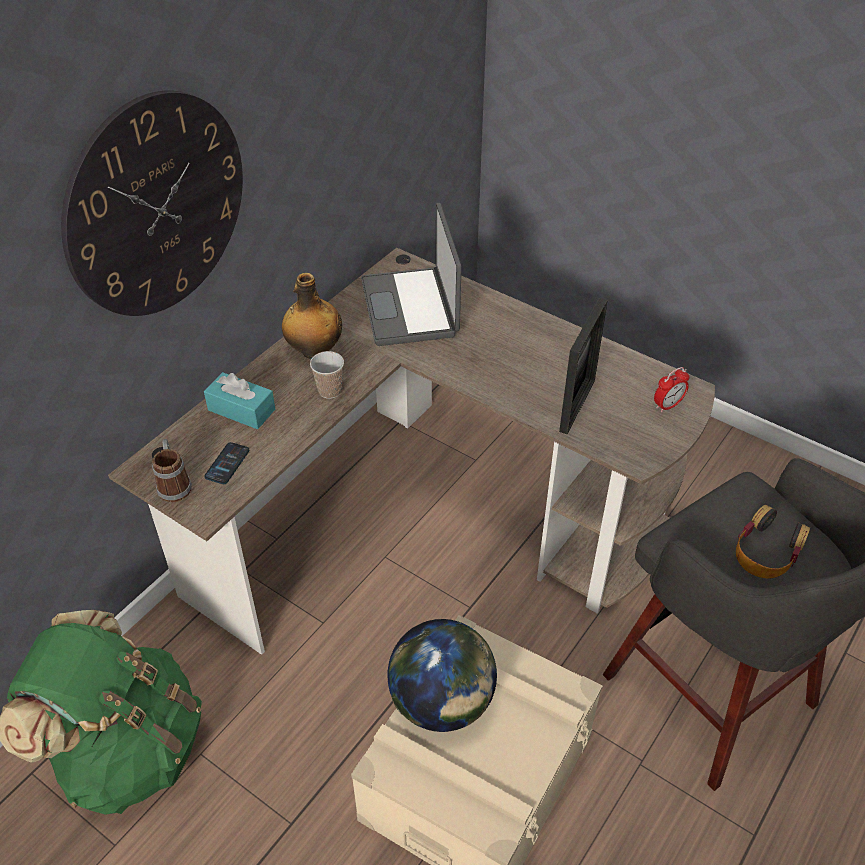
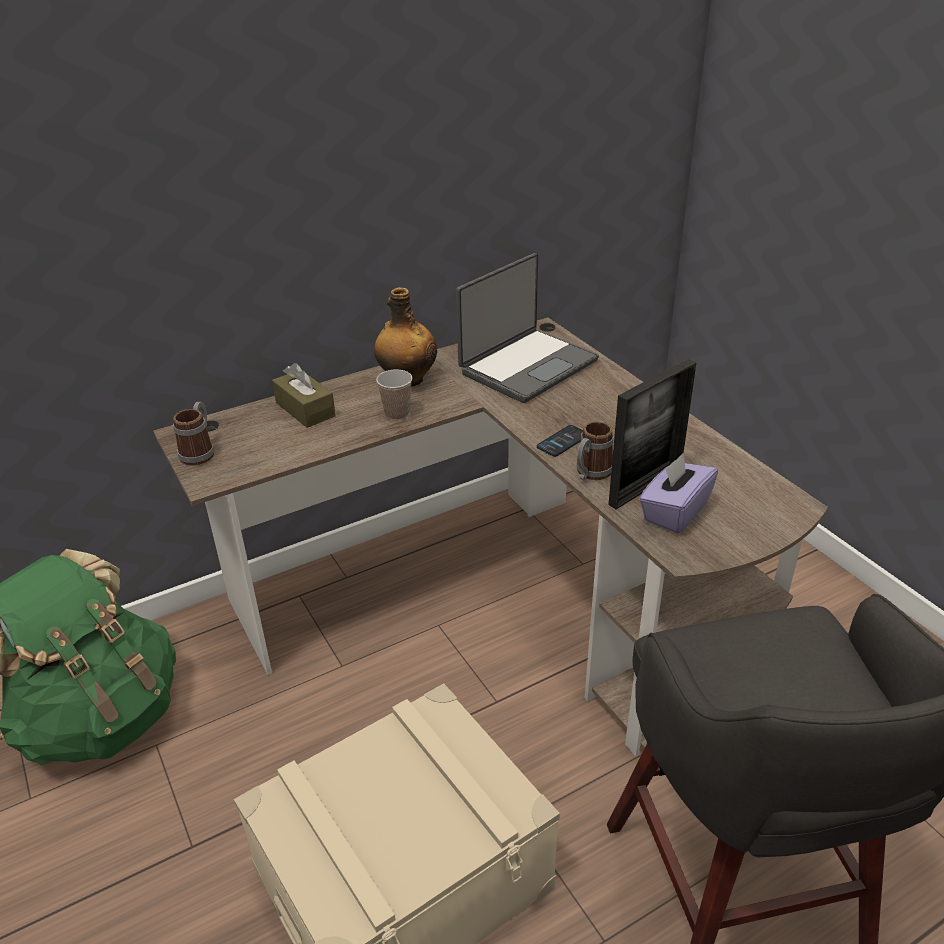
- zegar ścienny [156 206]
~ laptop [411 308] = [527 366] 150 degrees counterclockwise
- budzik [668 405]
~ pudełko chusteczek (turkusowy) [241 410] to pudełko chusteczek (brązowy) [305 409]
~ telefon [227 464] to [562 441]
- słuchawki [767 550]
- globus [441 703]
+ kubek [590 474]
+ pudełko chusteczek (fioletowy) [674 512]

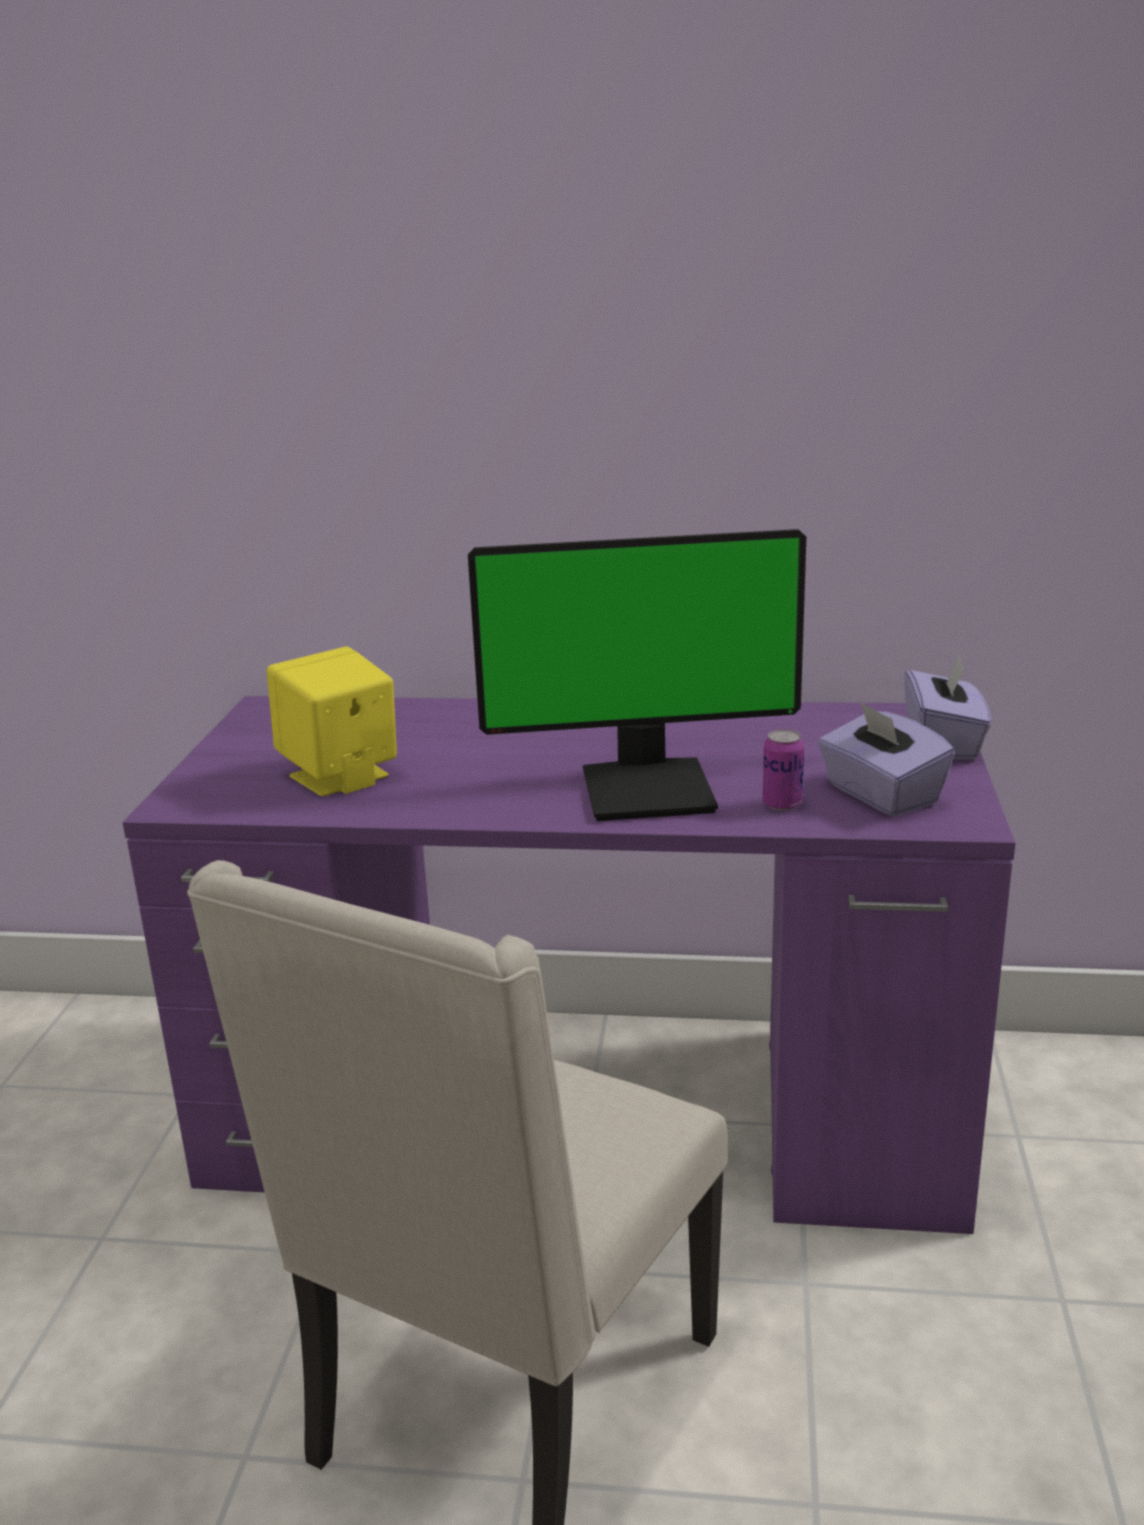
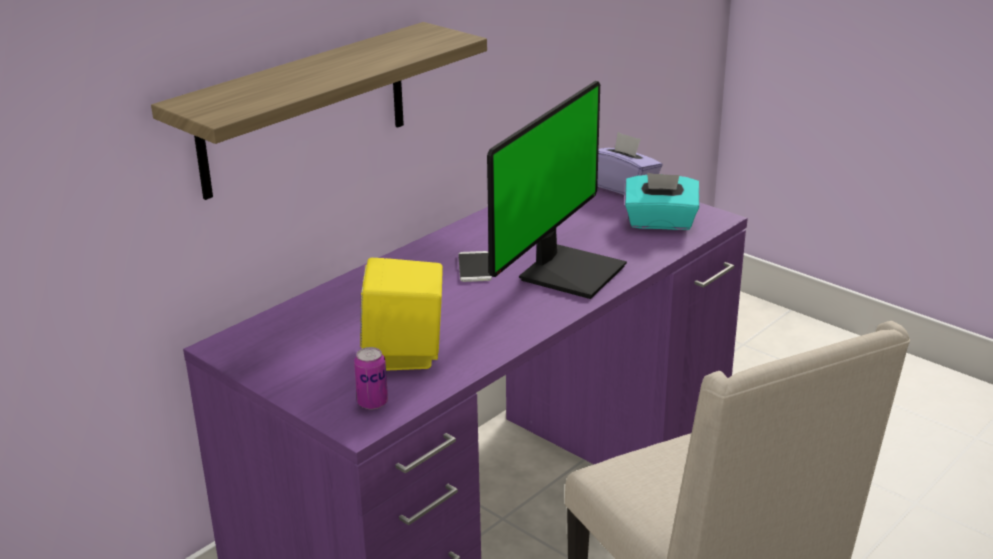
~ pudełko chusteczek (fioletowy) [880 795] to pudełko chusteczek (turkusowy) [660 223]
~ puszka [782 804] to [372 403]
+ półka [304 110]
+ telefon [474 267]

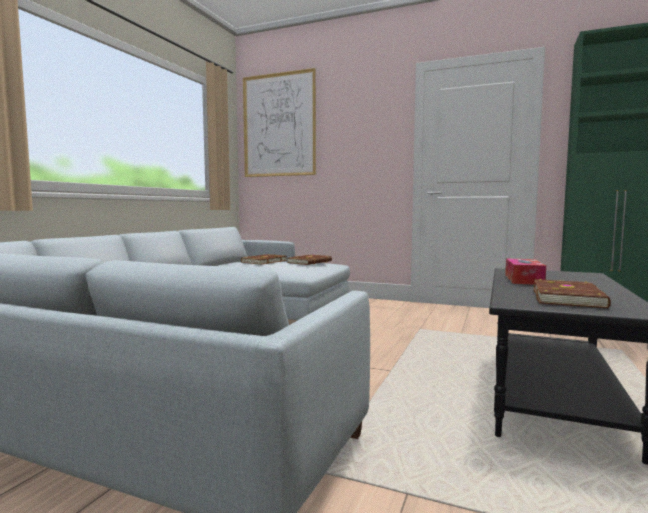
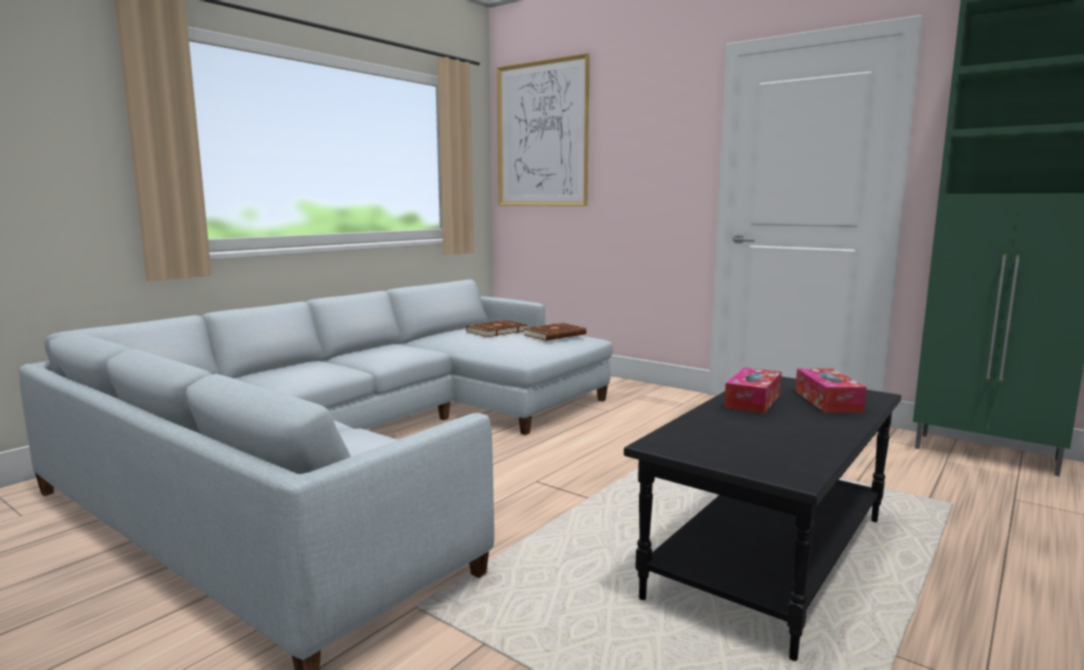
- książka (brązowy) [569 298]
+ pudełko chusteczek [827 401]

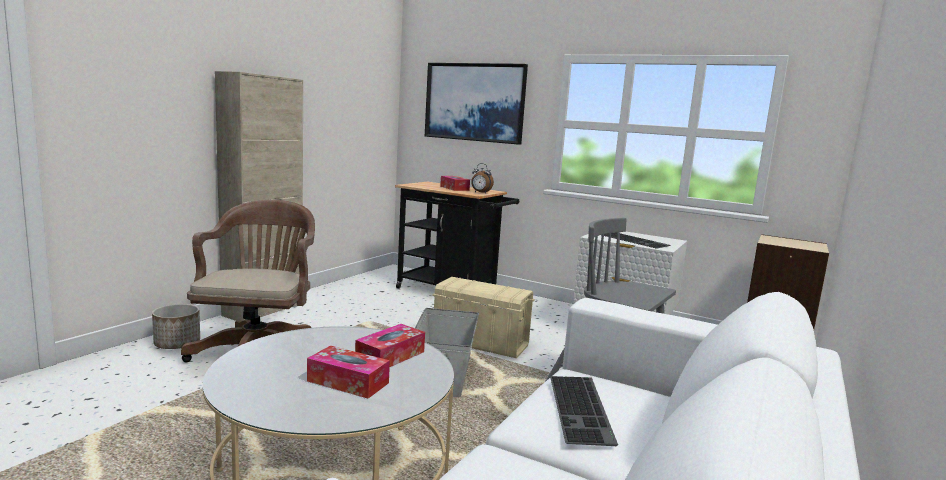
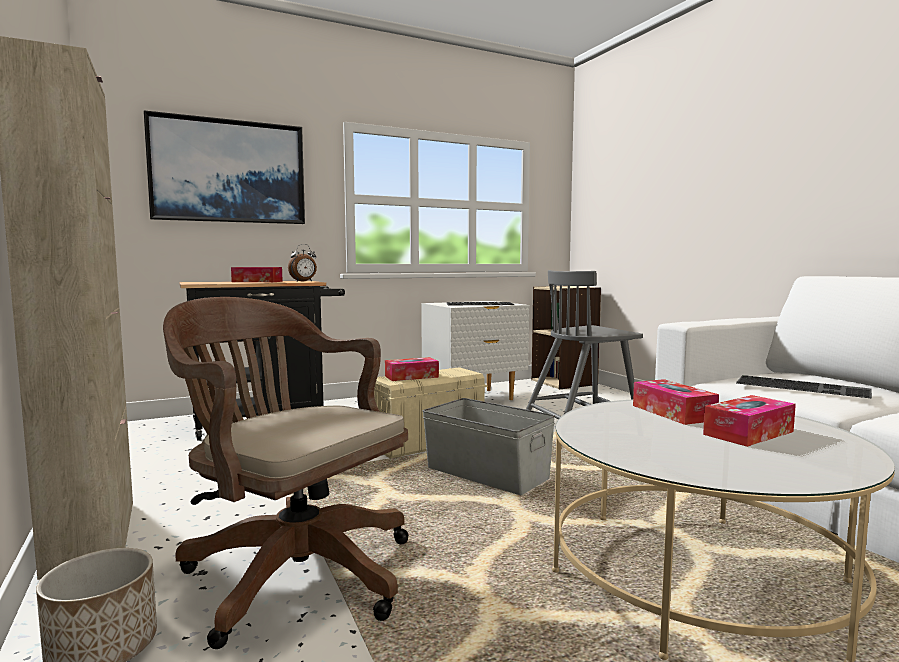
+ pudełko chusteczek [411 376]

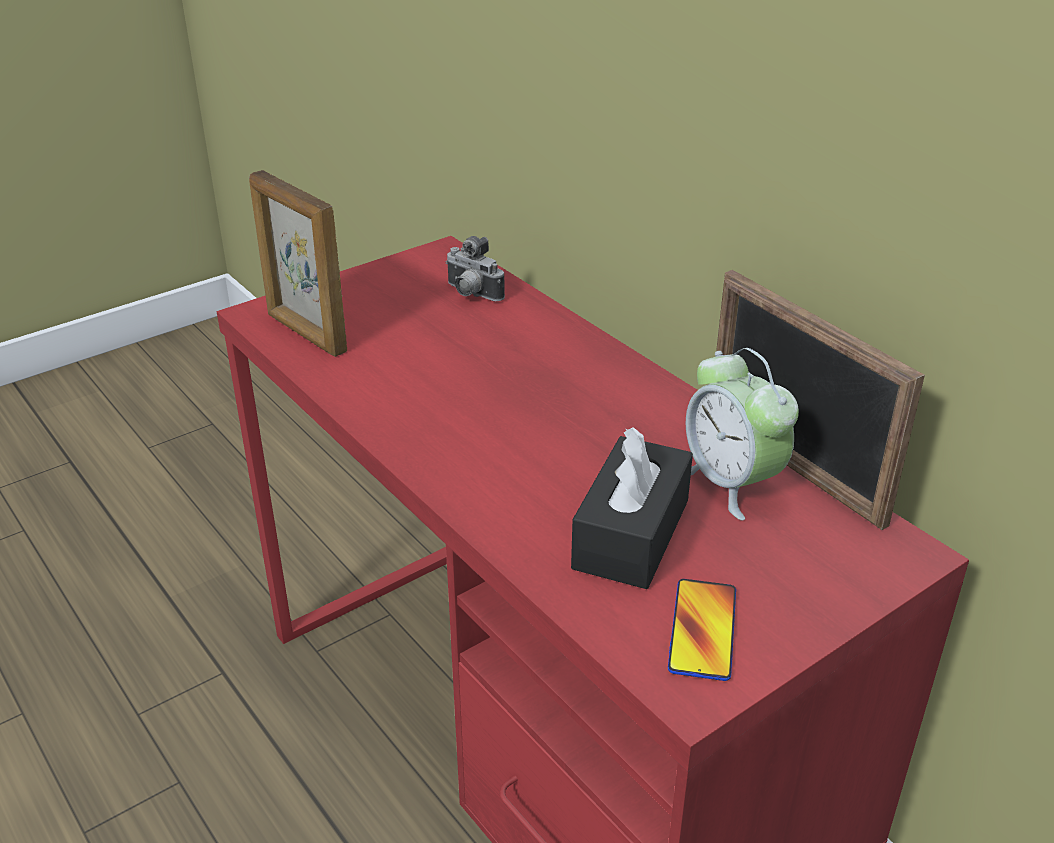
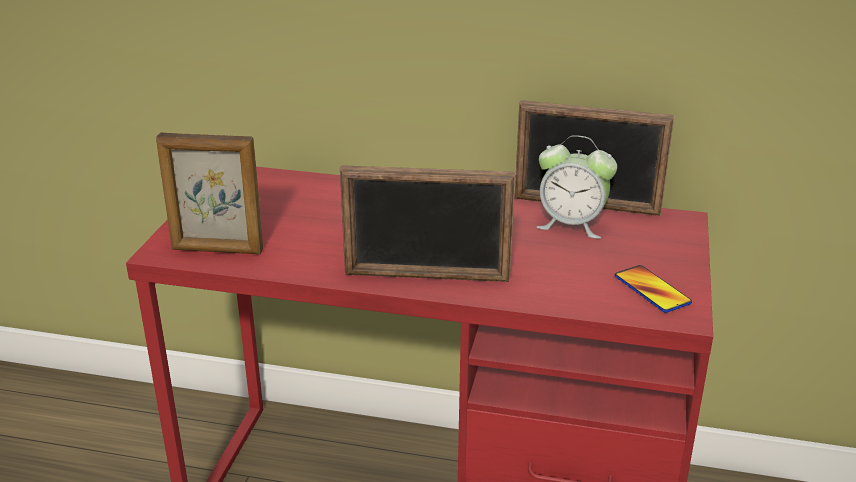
- aparat fotograficzny [471 294]
- pudełko chusteczek (czarny) [631 534]
+ ramka na zdjęcie [427 277]

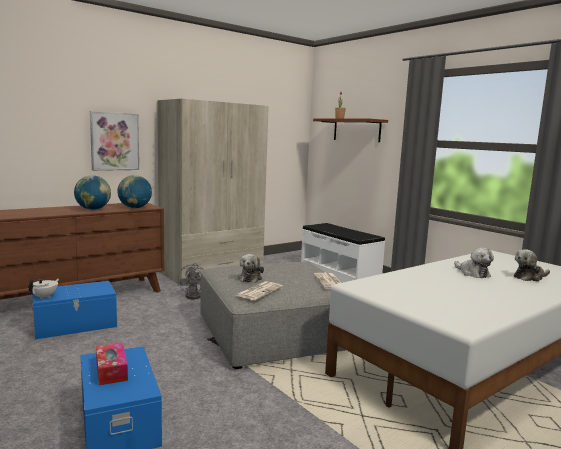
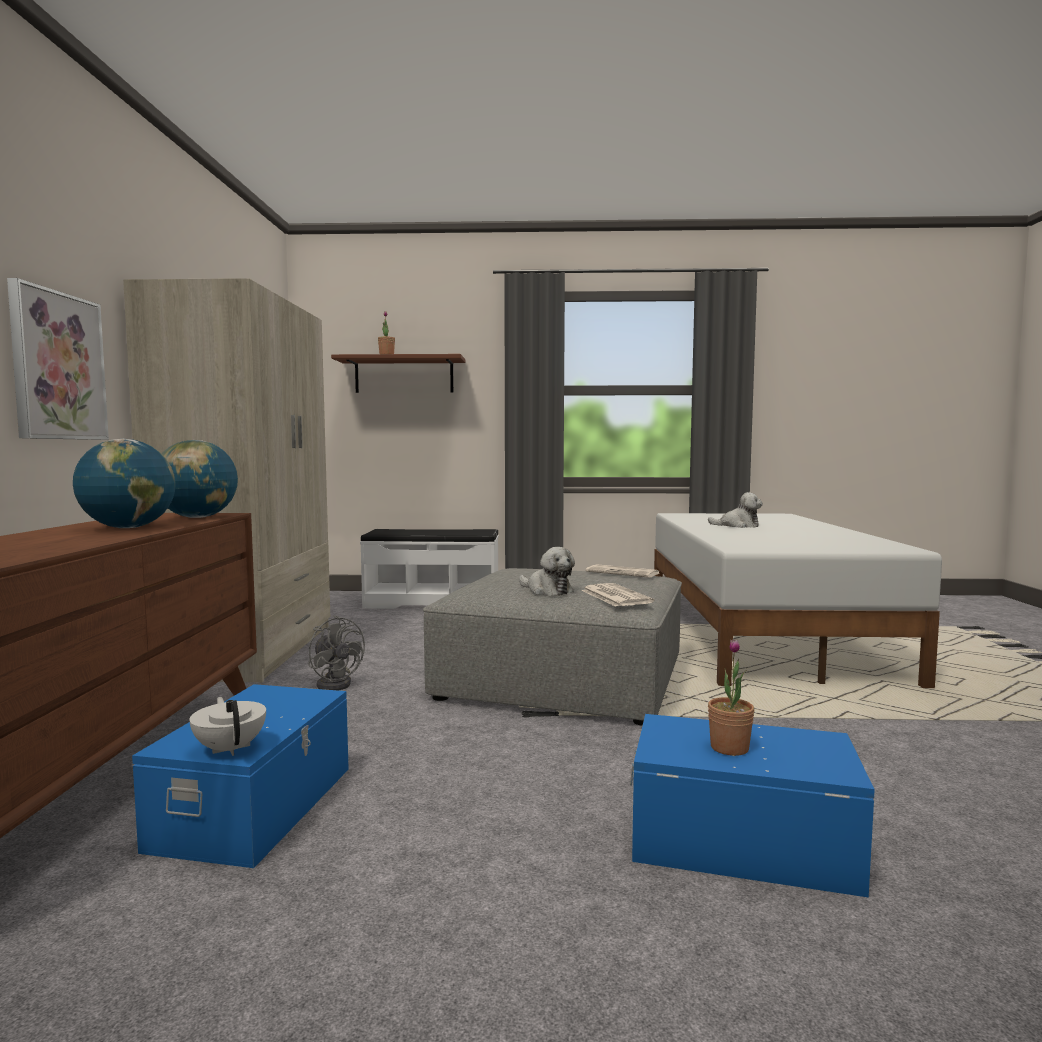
- pluszak [529 277]
~ pudełko chusteczek [111 370] to roślina doniczkowa [729 748]

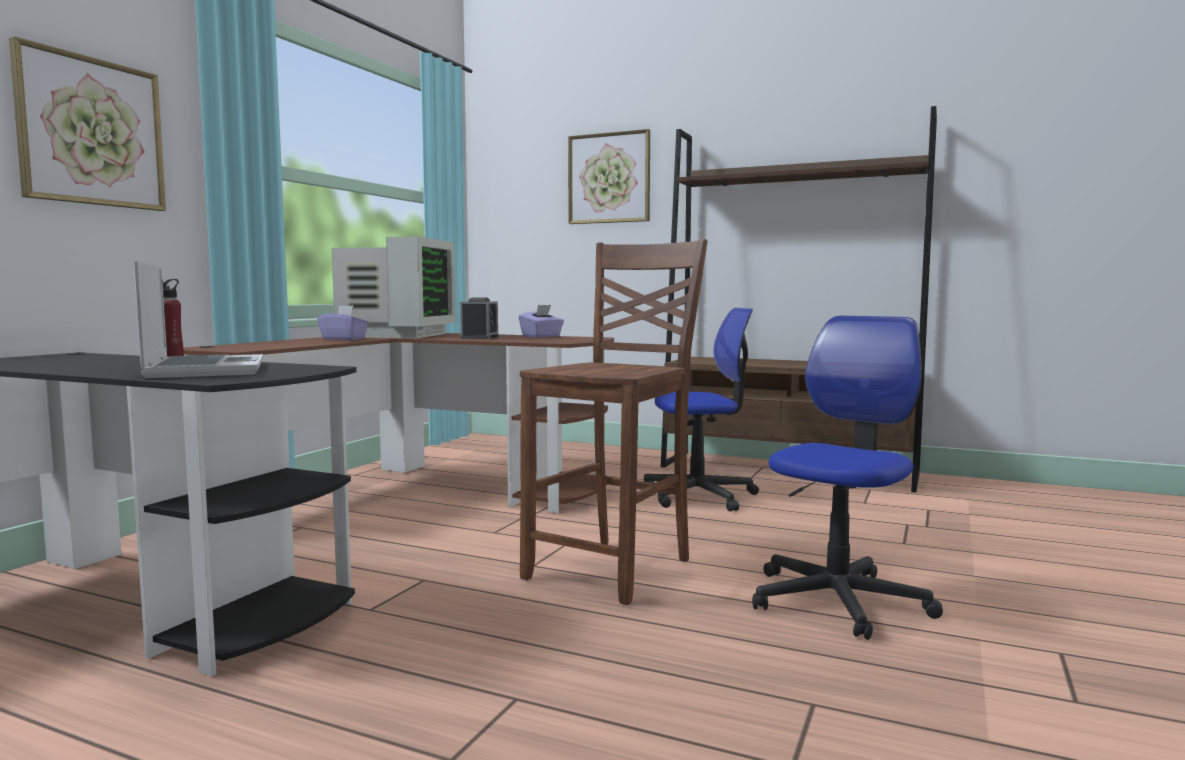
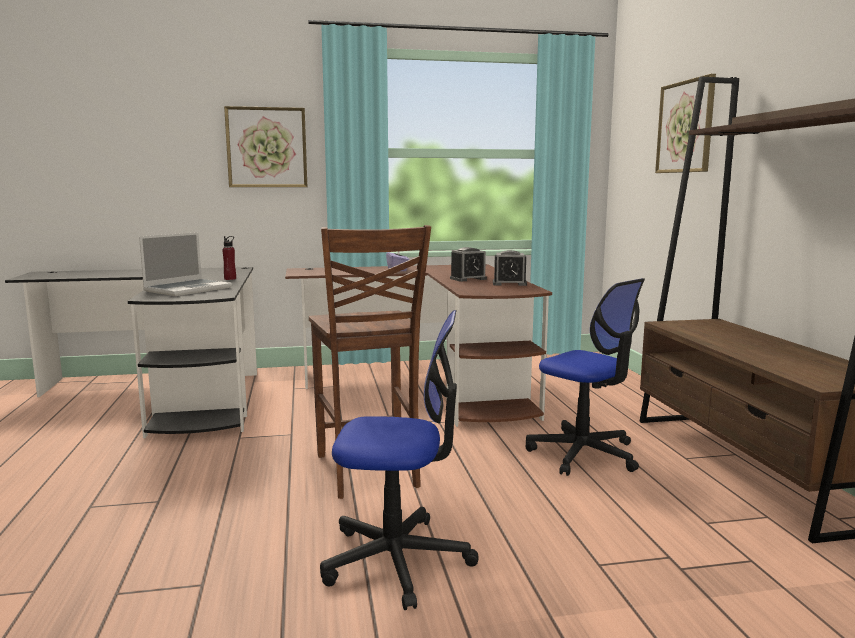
- monitor [395 335]
~ krzesło (brązowy) [614 569] = [368 472] 75 degrees clockwise
~ pudełko chusteczek (fioletowy) [541 337] to budzik [509 283]

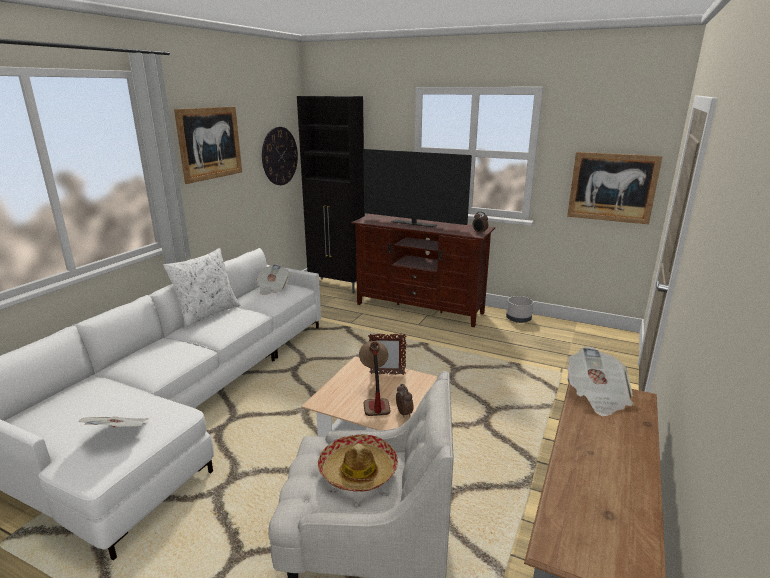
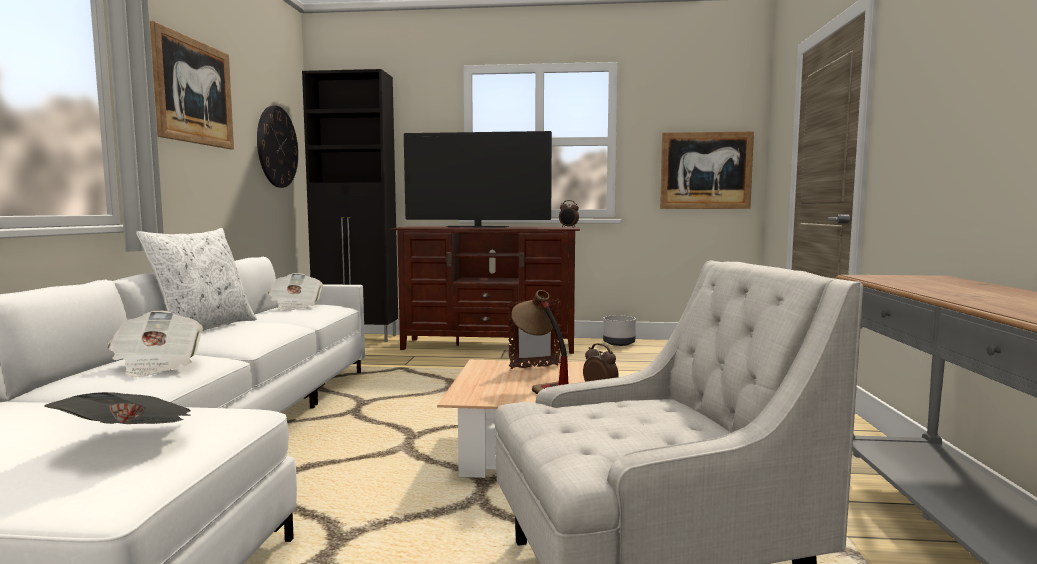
~ gazeta [597 396] to [157 365]
- kapelusz [358 471]

